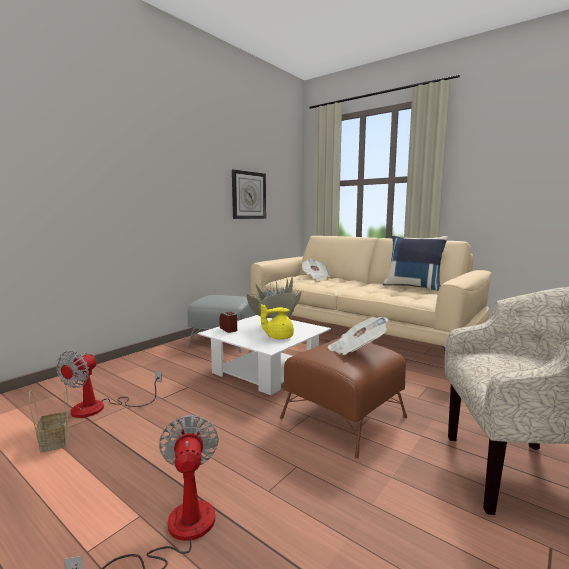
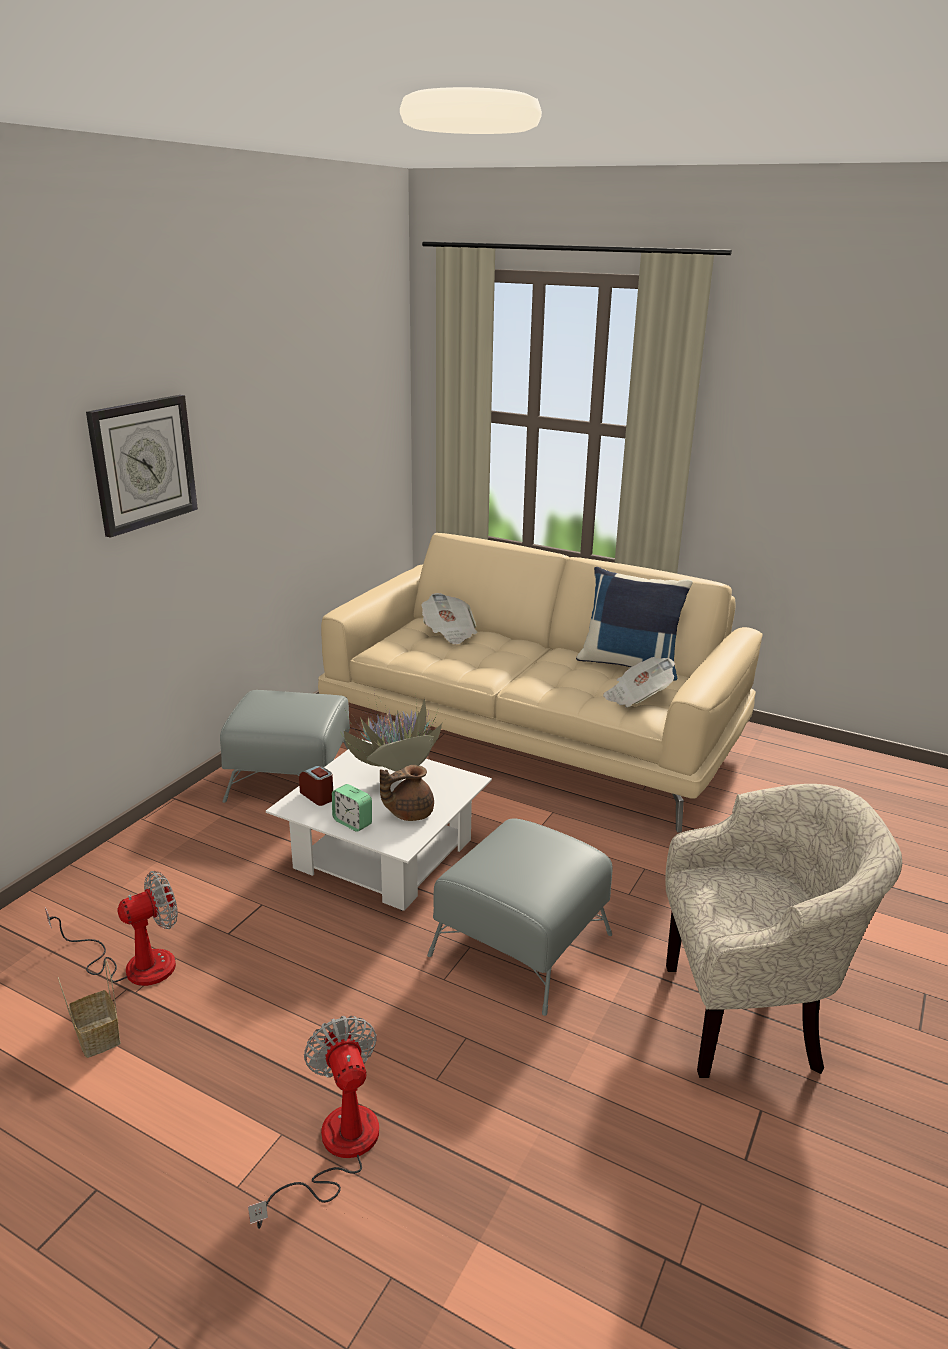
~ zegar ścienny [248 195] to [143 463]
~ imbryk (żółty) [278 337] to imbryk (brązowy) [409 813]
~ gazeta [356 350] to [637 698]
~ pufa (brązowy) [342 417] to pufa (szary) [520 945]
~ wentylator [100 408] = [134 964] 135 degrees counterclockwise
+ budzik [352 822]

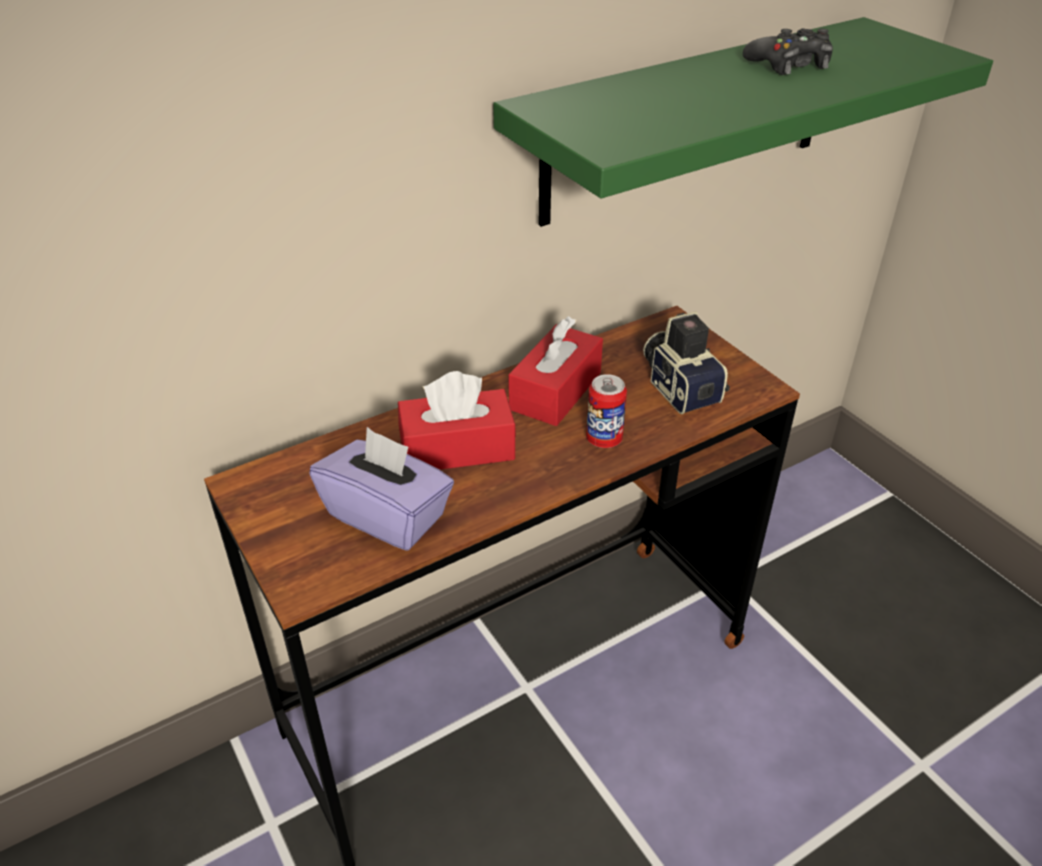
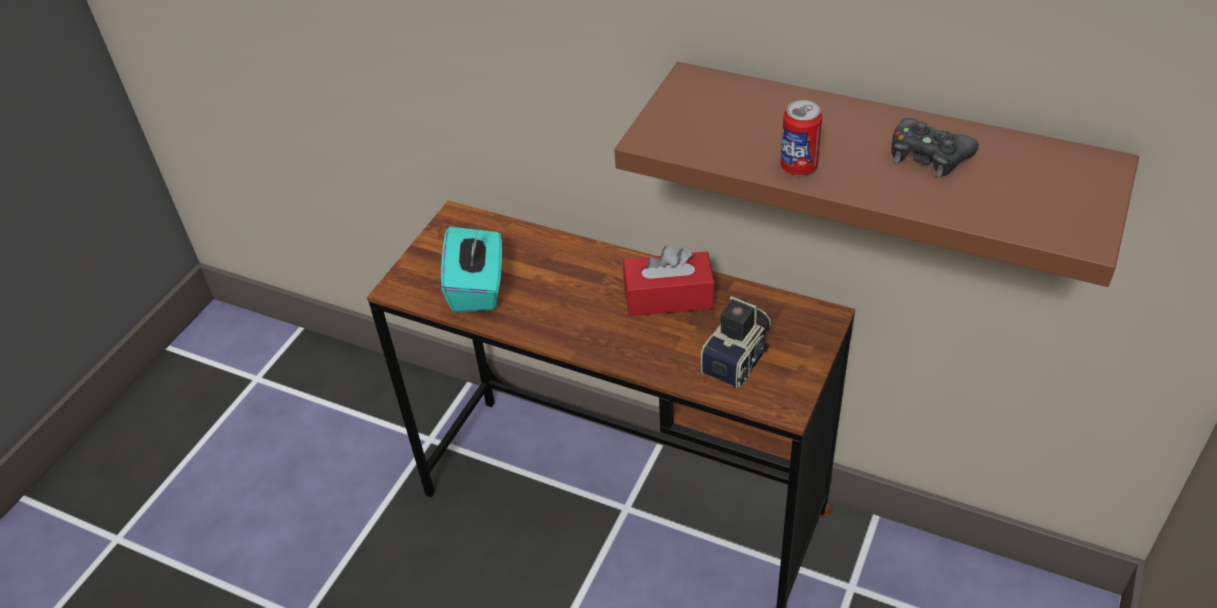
~ półka (zielony) [689 121] to półka (brązowy) [884 157]
- pudełko chusteczek (czerwony) [457 448]
~ puszka [604 439] to [798 167]
~ pudełko chusteczek (fioletowy) [388 515] to pudełko chusteczek (turkusowy) [477 288]

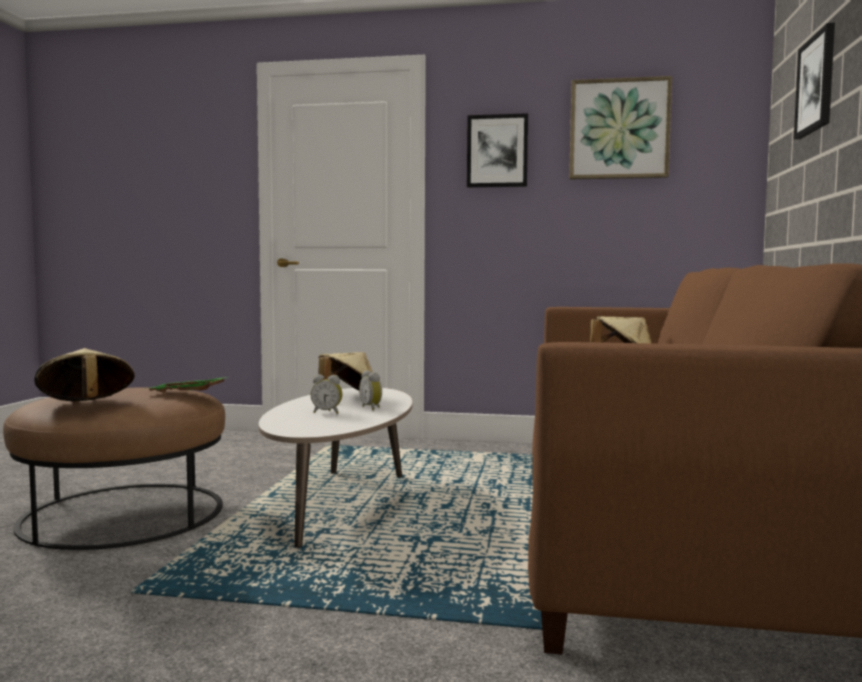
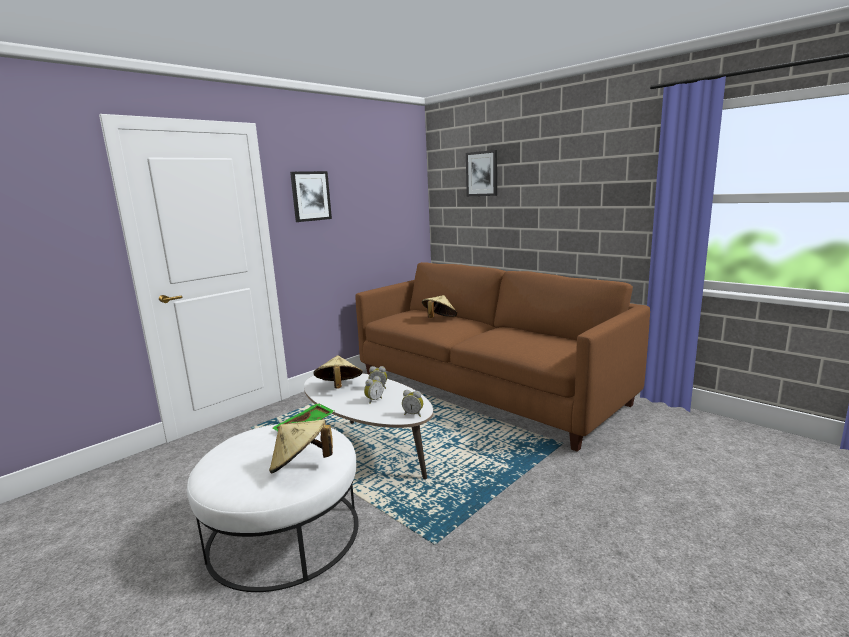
- obraz [619 129]
~ pufa (brązowy) [124 513] to pufa (biały) [284 533]
+ budzik [413 414]

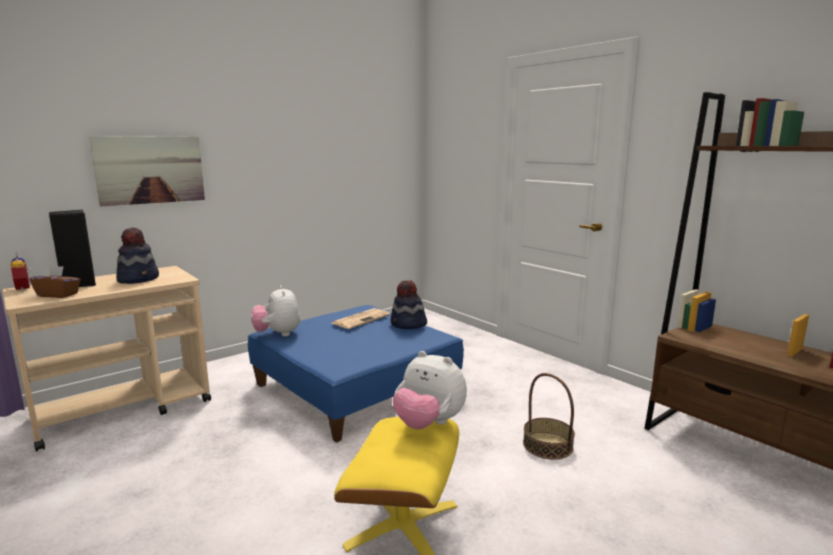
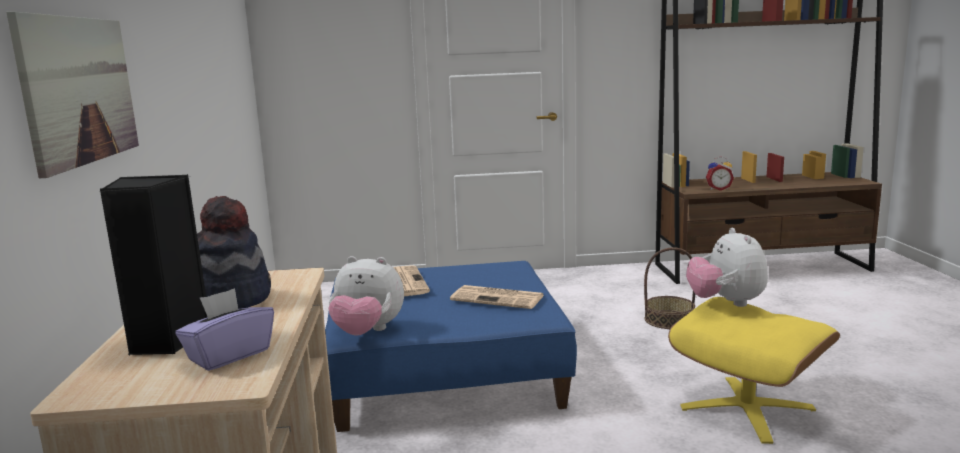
~ budzik [25 288] to [718 189]
~ pudełko chusteczek (brązowy) [58 295] to pudełko chusteczek (fioletowy) [229 355]
- kapelusz [408 325]
~ pluszak [428 424] = [726 303] 105 degrees clockwise
+ gazeta [499 298]

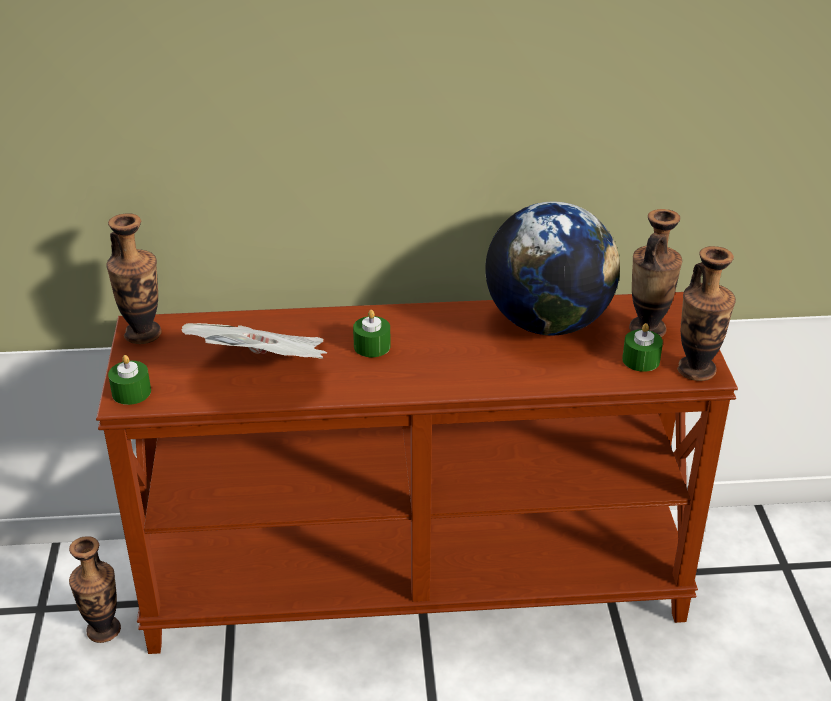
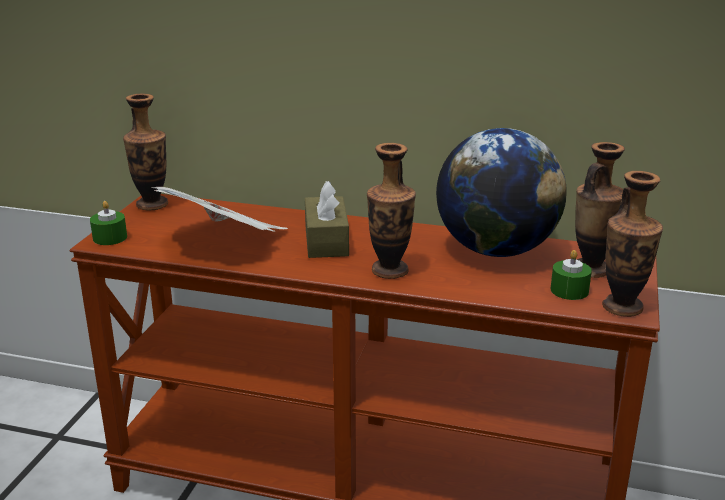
~ świeca (zielony) [372 346] to pudełko chusteczek (brązowy) [326 240]
~ wazon [103 630] to [390 271]

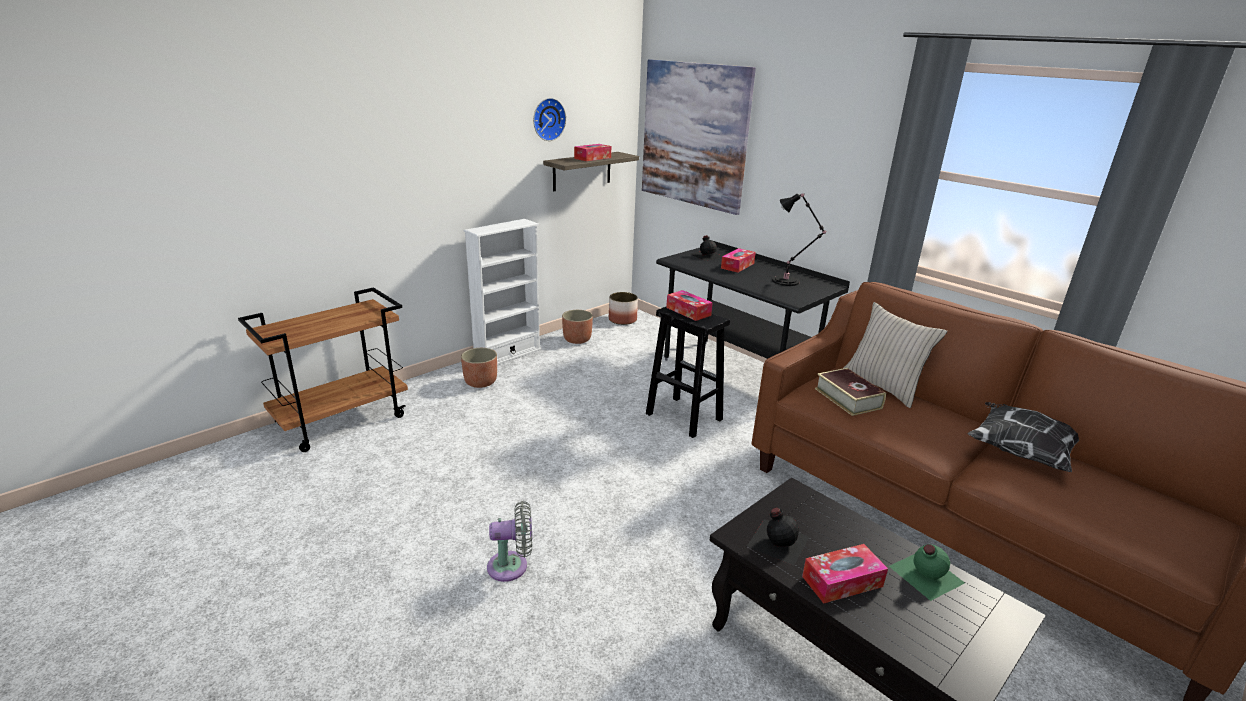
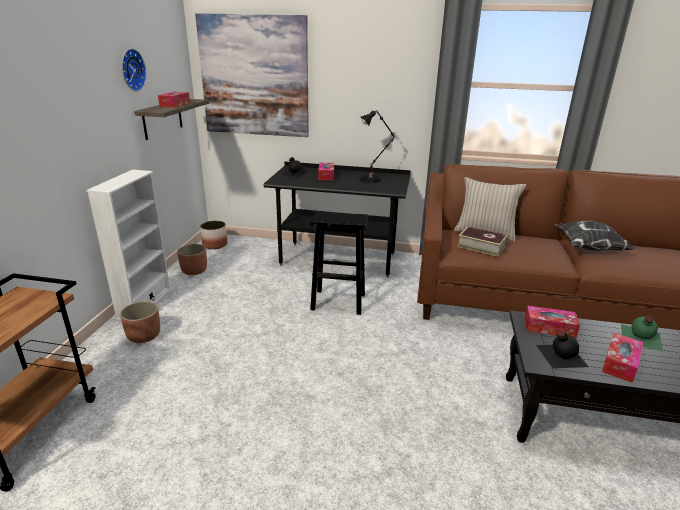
~ pudełko chusteczek [688 311] to [549 328]
- wentylator (szary) [512 566]

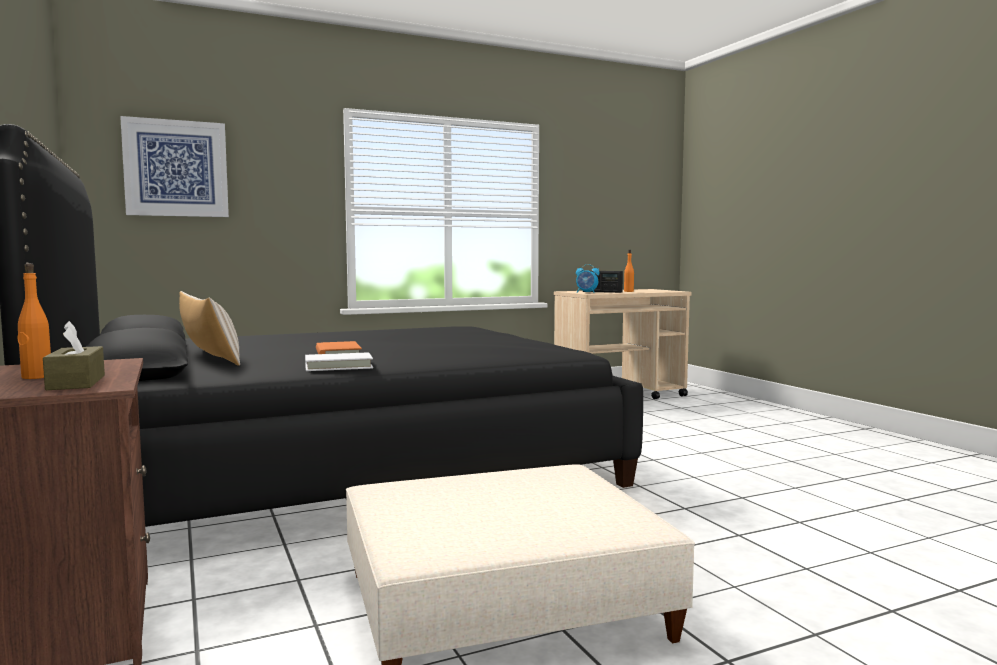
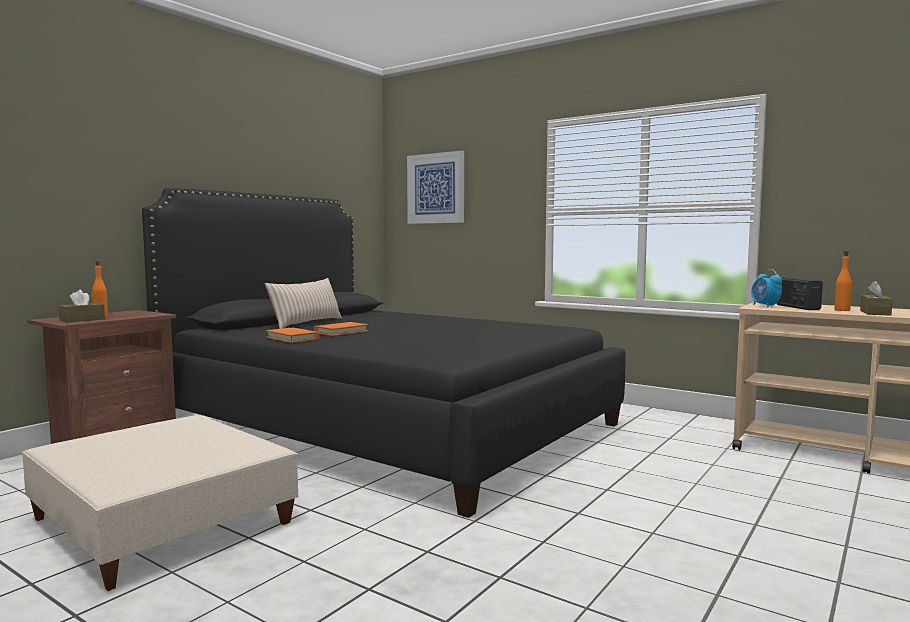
~ książka (biały) [338 366] to książka (pomarańczowy) [292 338]
+ pudełko chusteczek (brązowy) [875 313]

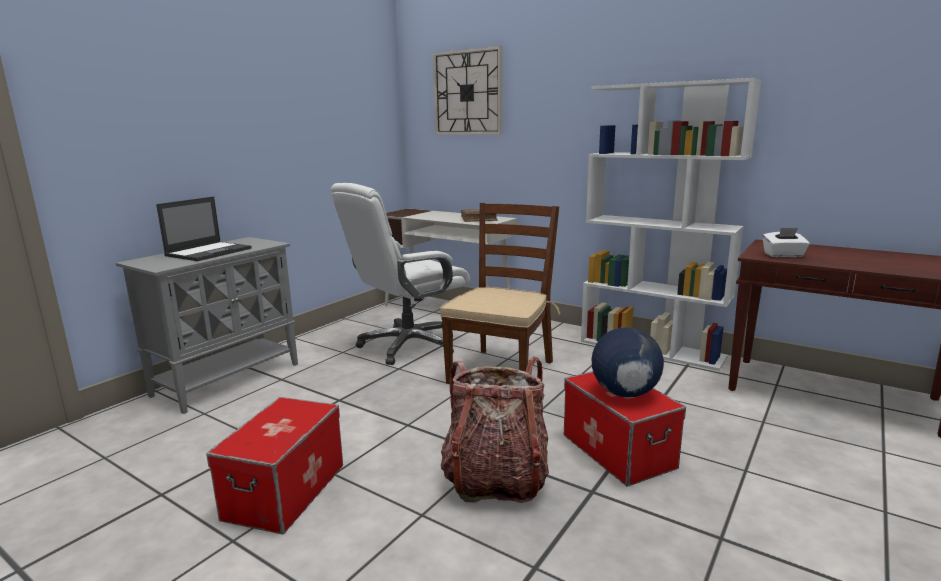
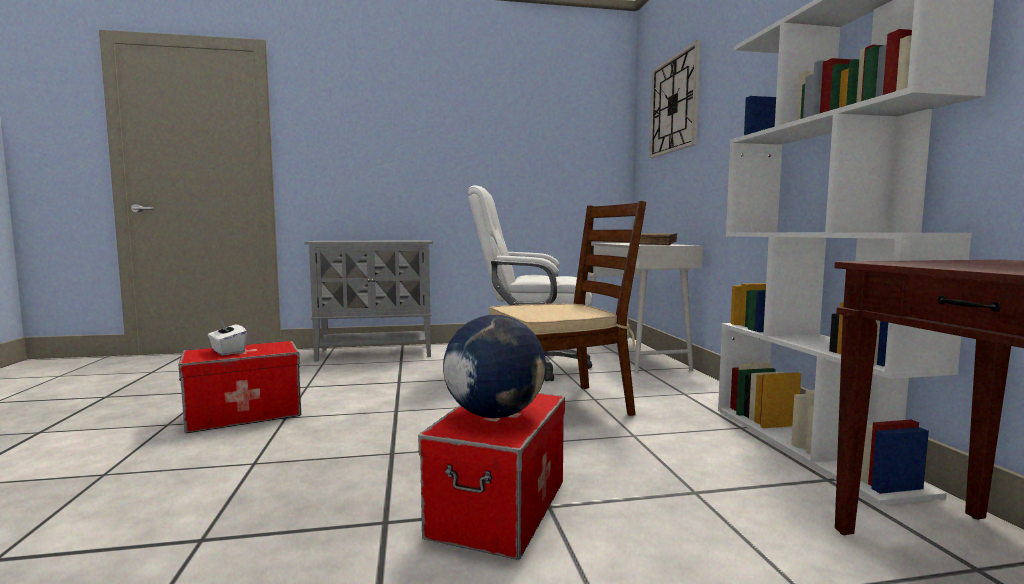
- laptop [209 252]
~ pudełko chusteczek (biały) [783 255] to [227 351]
- plecak [495 478]

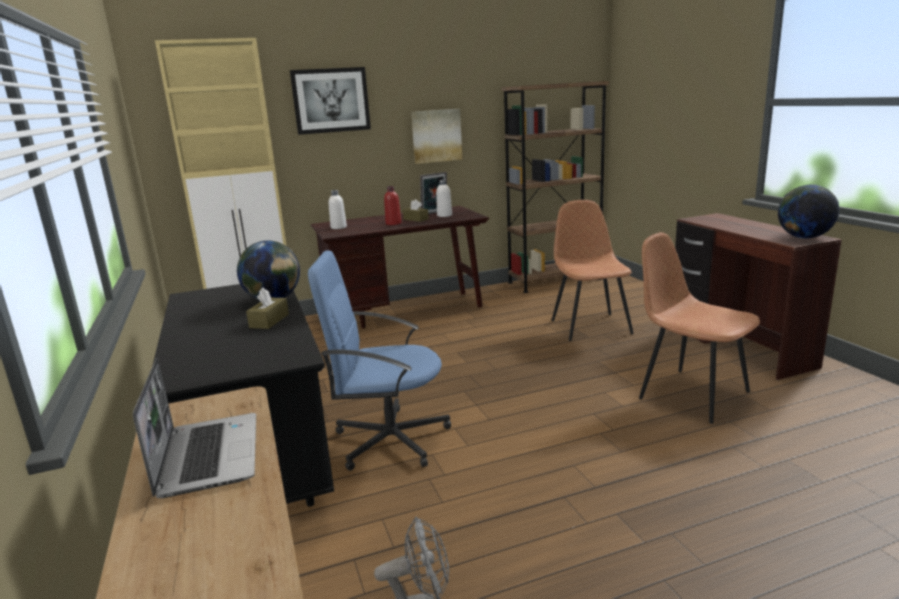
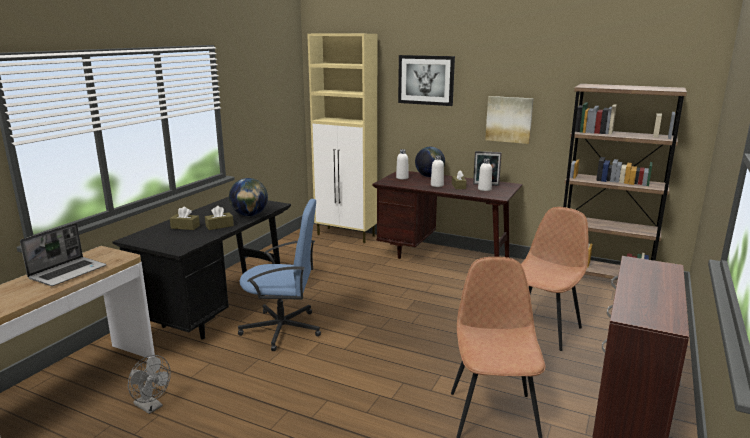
~ globus [804 238] to [429 176]
~ butelka (czerwony) [393 223] to butelka (biały) [437 185]
~ krzesło biurowe (niebieski) [389 439] = [283 329] 135 degrees clockwise
+ pudełko chusteczek (brązowy) [185 227]

